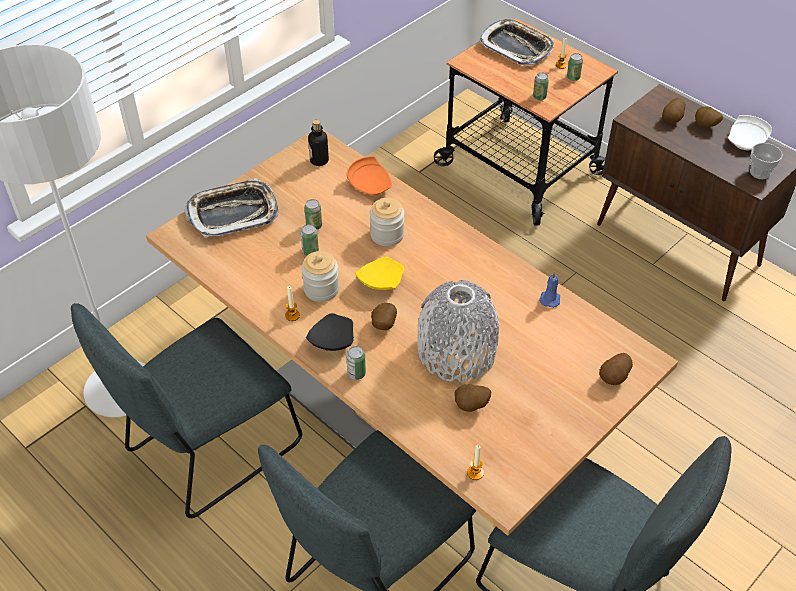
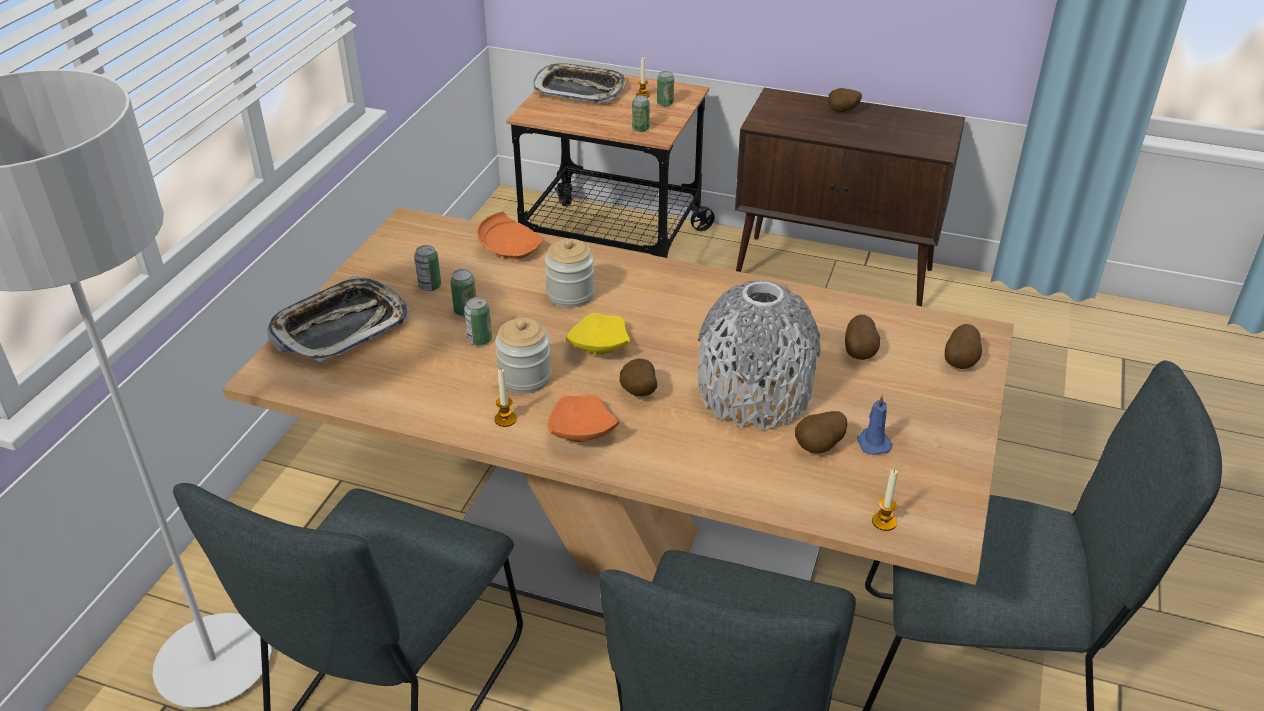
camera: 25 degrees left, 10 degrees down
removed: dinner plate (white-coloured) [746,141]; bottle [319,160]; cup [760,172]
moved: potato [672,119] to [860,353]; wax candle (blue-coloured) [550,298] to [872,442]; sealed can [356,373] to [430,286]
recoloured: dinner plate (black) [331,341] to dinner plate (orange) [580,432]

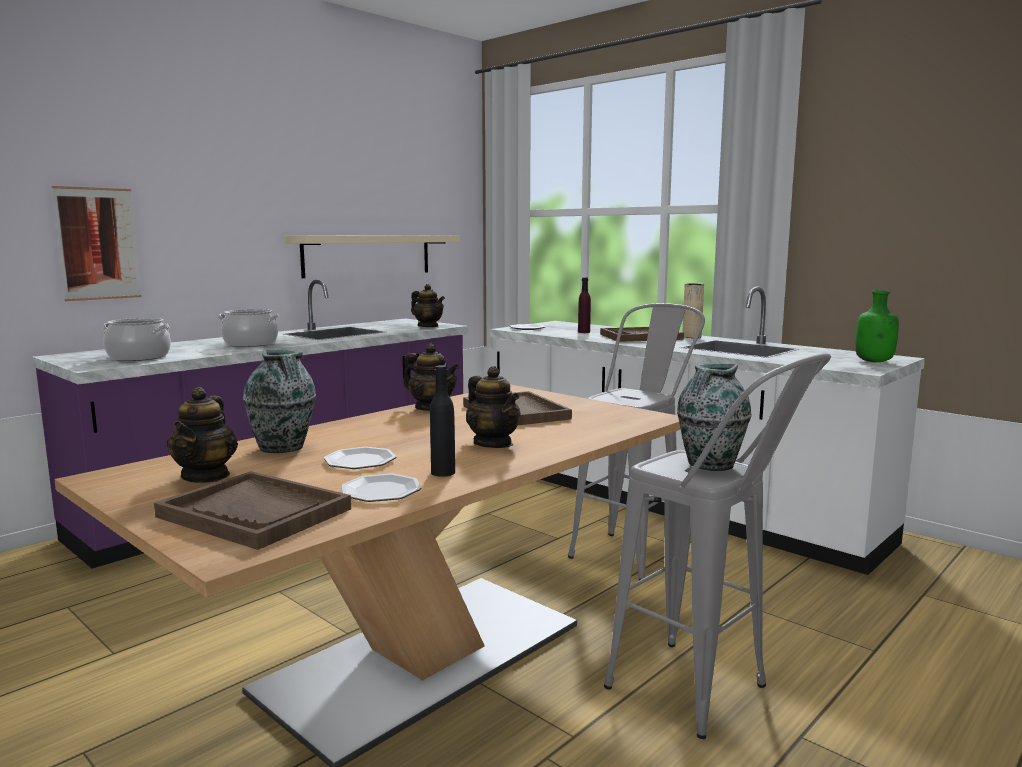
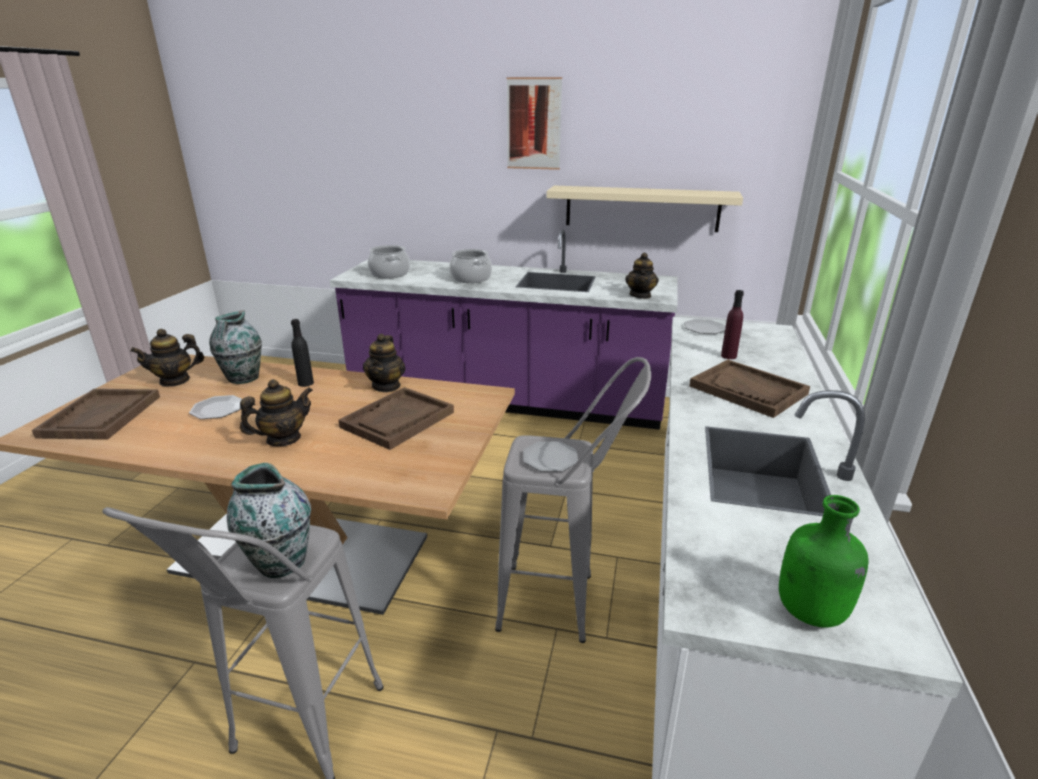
camera: 60 degrees right, 15 degrees up
removed: decorative vase (beige) [691,337]
moved: wall art [98,244] to [533,124]; bottle (black) [443,472] to [305,383]; dinner plate [381,491] to [549,459]
turned: tea pot [493,444] = [283,439] 150 degrees counterclockwise

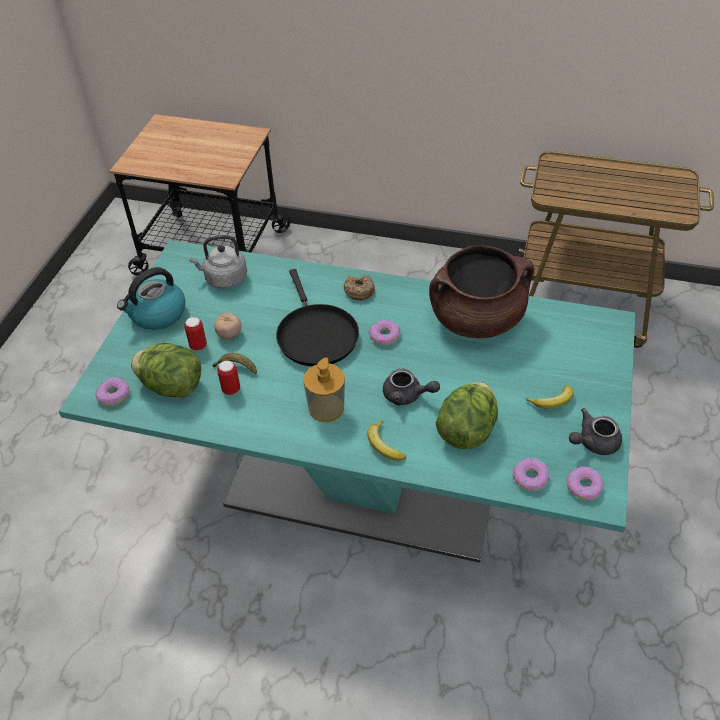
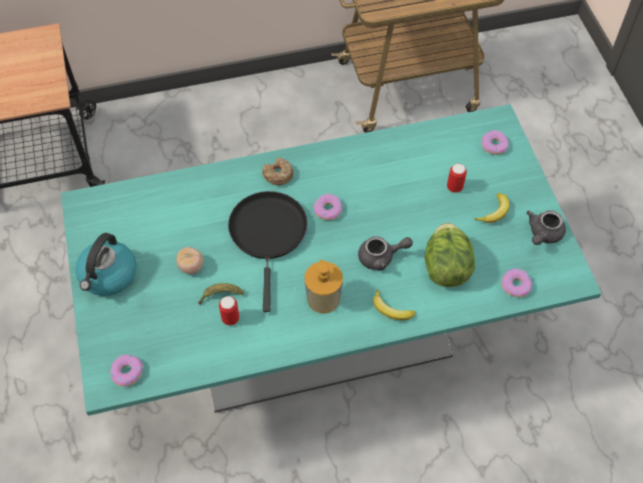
camera: 30 degrees left, 10 degrees up
removed: kettle (gray) [224,279]; cooking pot (brown) [476,319]; lettuce head [172,386]
moved: sealed can [198,346] to [454,187]; donut [584,486] to [494,145]
turned: frying pan (black) [315,335] = [268,234] 135 degrees counterclockwise

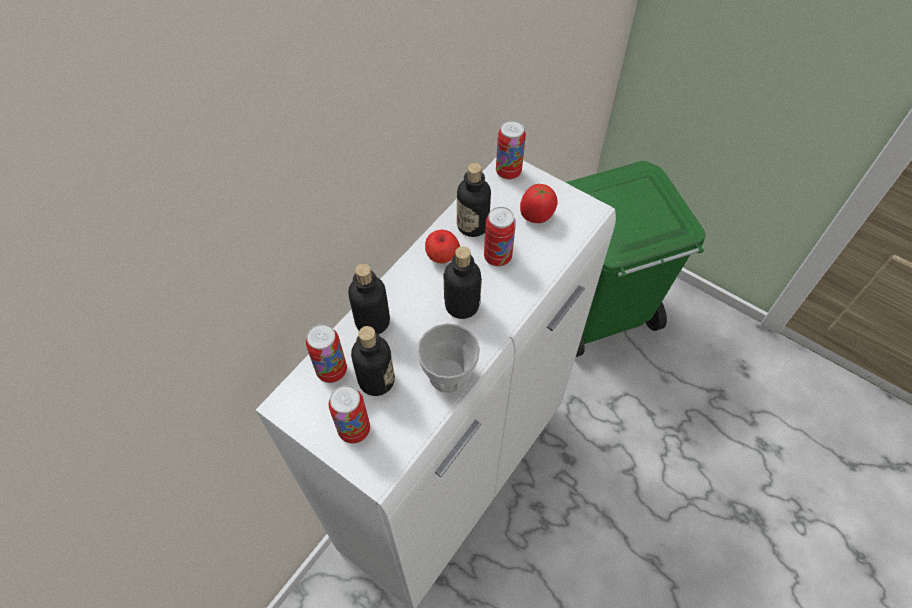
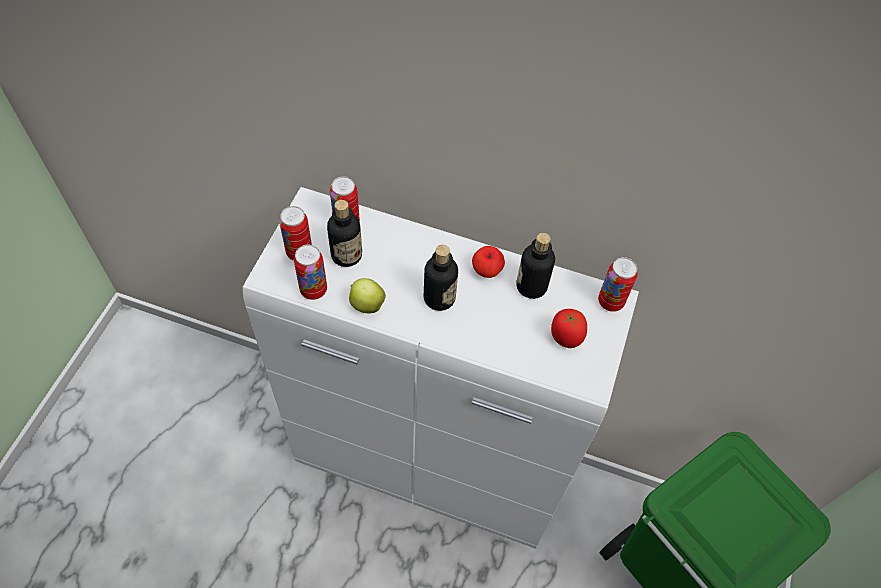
camera: 70 degrees right, 0 degrees up
removed: bottle [372,321]
moved: sealed can [497,257] to [313,290]
replaced: cup [448,375] to apple [366,304]

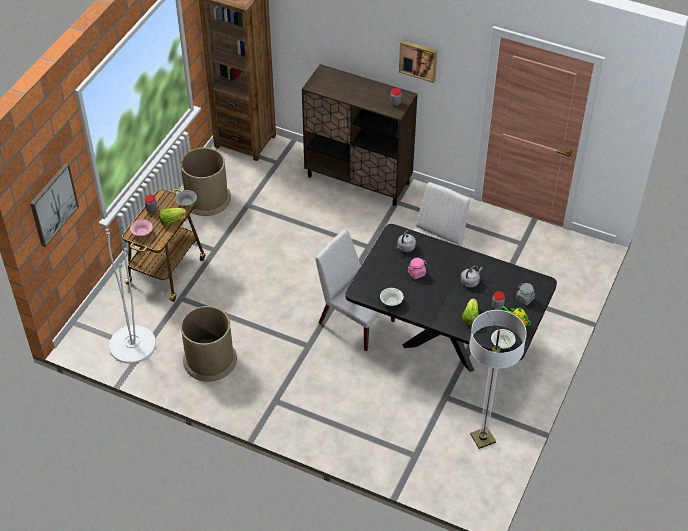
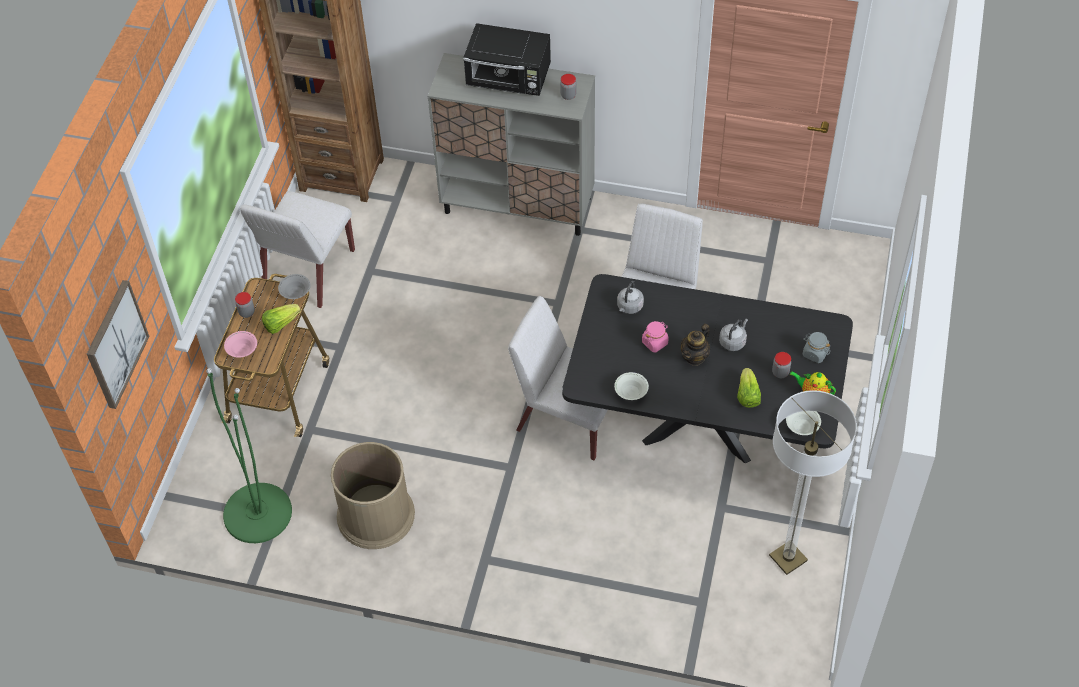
camera: 10 degrees left, 5 degrees up
removed: wall art [418,60]
added: kitchen microwave (black) [509,80]; tea pot [694,357]
replaced: rubbish bin (brown) [206,198] to plain chair (white-coloured) [308,271]
recoloured: cabinet (brown) [358,180] to cabinet (gray) [518,205]; standard lamp (white-coloured) [132,344] to standard lamp (greenish) [257,513]

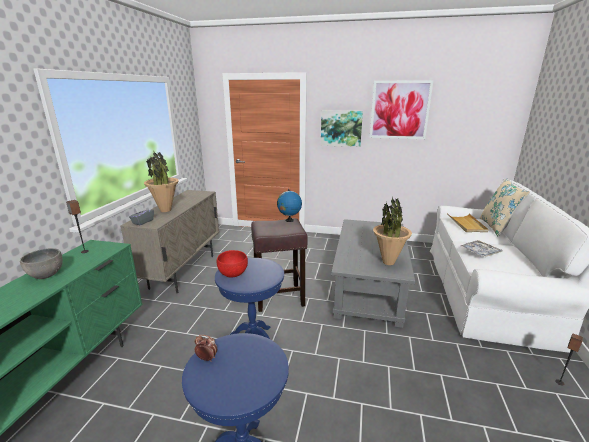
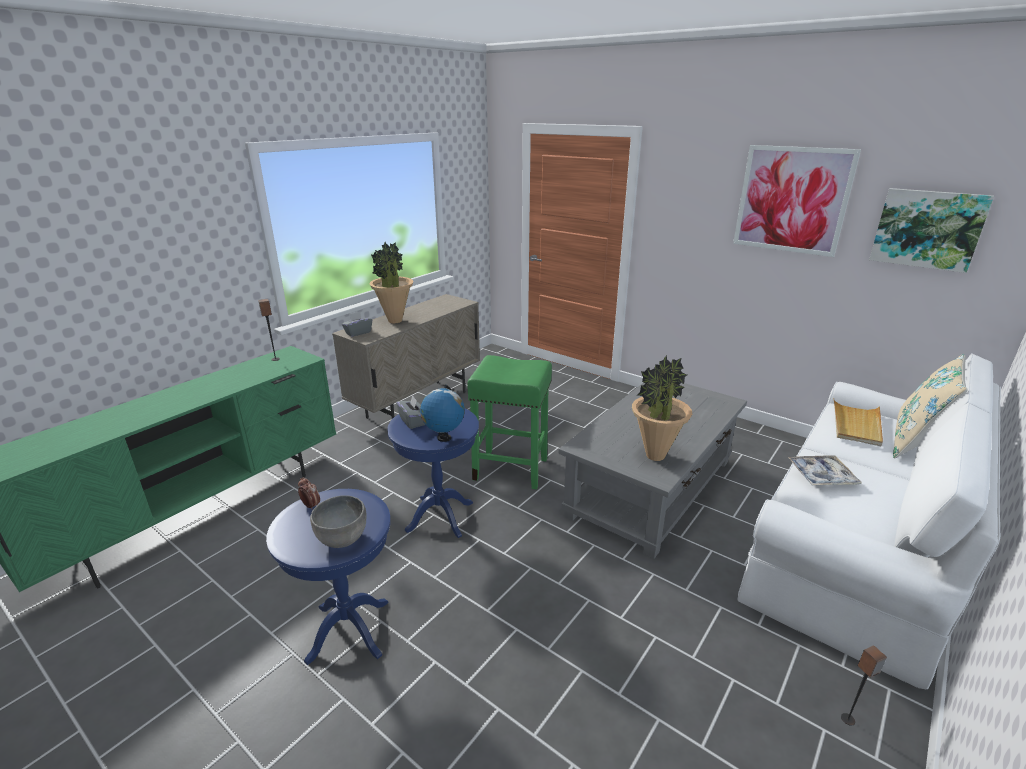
camera: 25 degrees right, 5 degrees up
moved: wall art [341,128] to [927,229]; desk globe [289,220] to [444,438]; serving bowl (gray) [46,275] to [342,539]
replaced: serving bowl (reddish) [232,274] to tissue box (gray) [413,421]
recoloured: stool seat (brown) [280,297] to stool seat (greenish) [512,469]

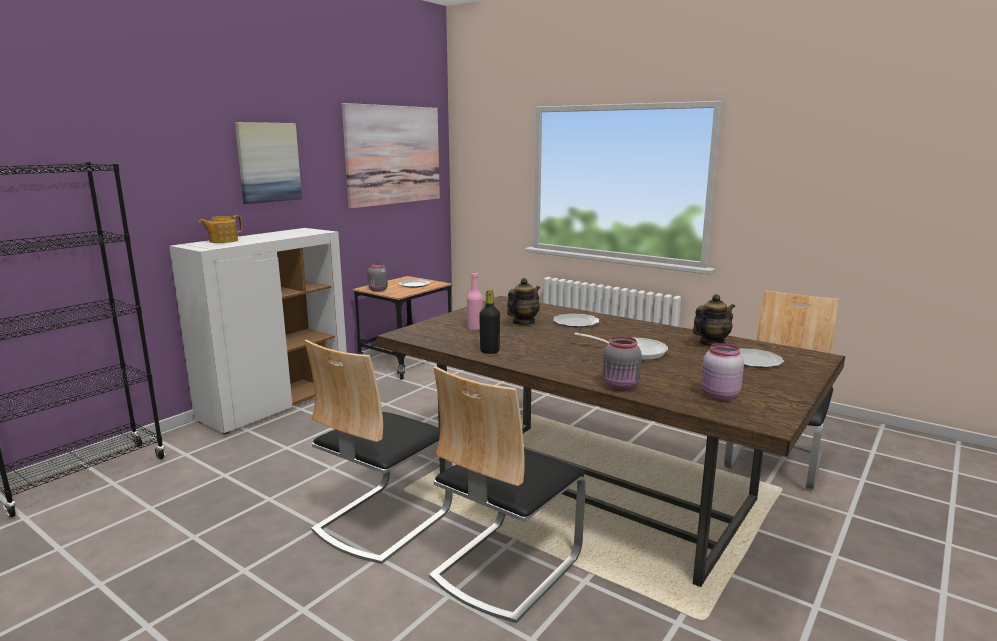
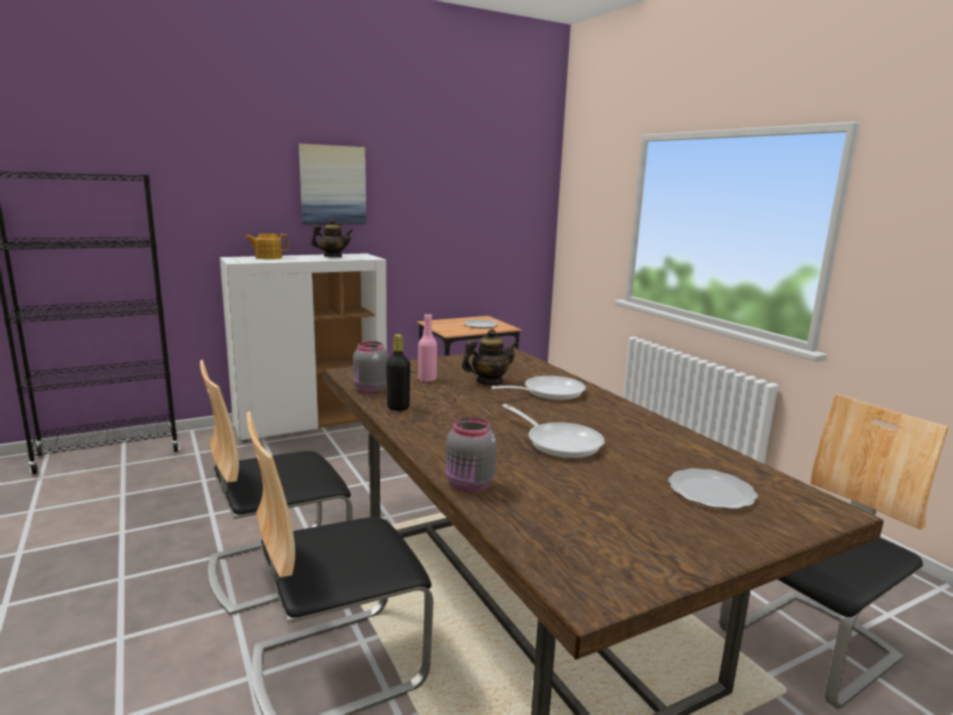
camera: 25 degrees right, 0 degrees up
removed: wall art [393,155]; jar (pinkish) [719,396]
moved: jar (gray) [377,290] to [370,389]; tea pot [711,343] to [332,256]
replaced: dinner plate [575,322] to frying pan [548,392]

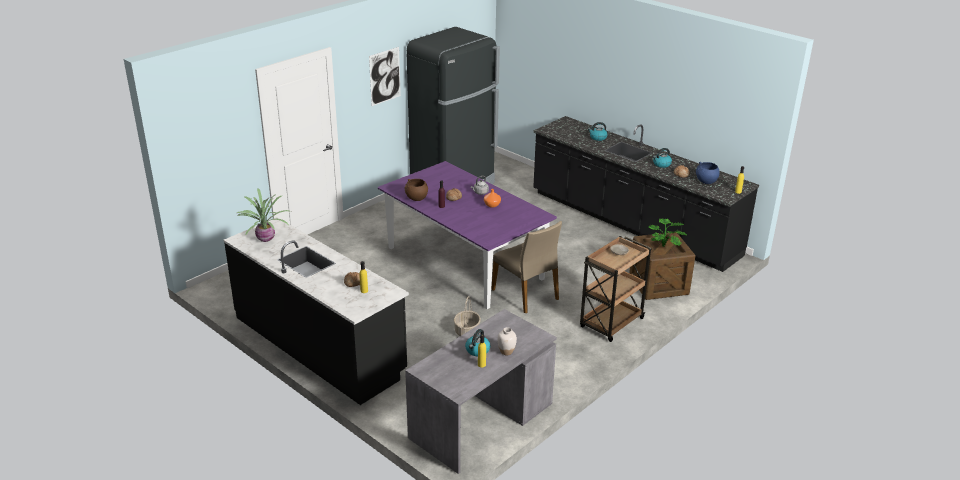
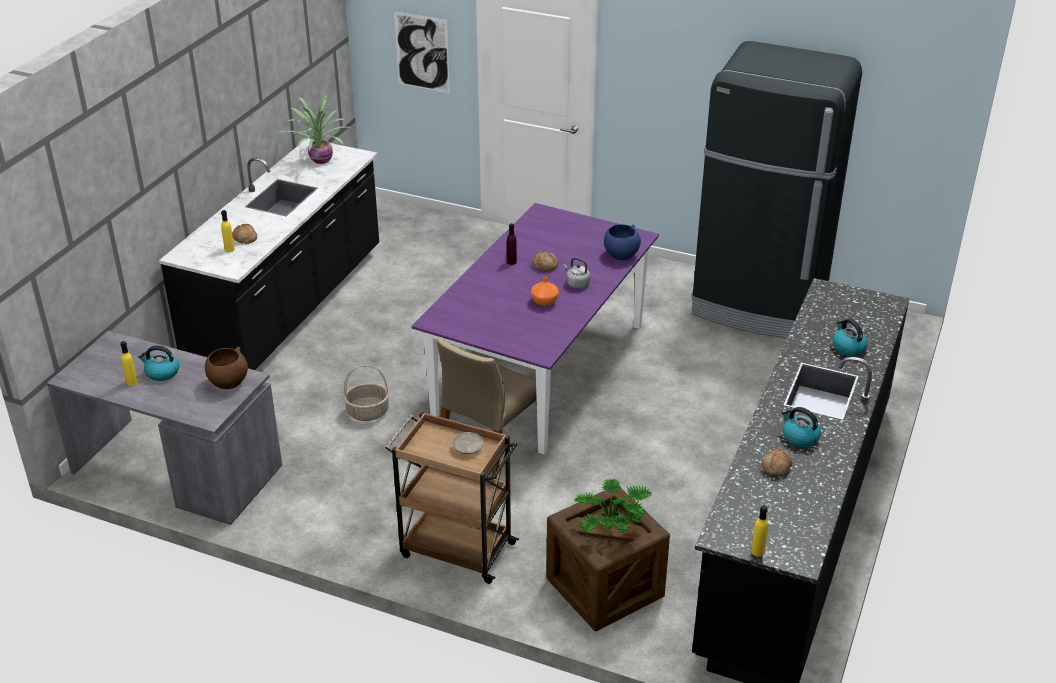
camera: 70 degrees right, 5 degrees up
removed: decorative vase (white-coloured) [506,352]
moved: wall art [385,76] to [422,52]; serving bowl (blue-coloured) [706,181] to [621,255]; serving bowl (brown) [416,198] to [228,382]

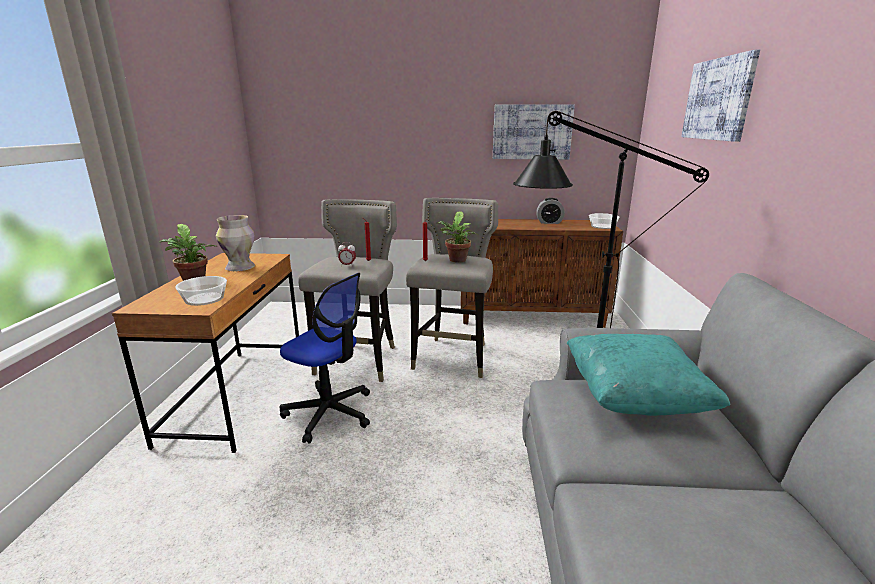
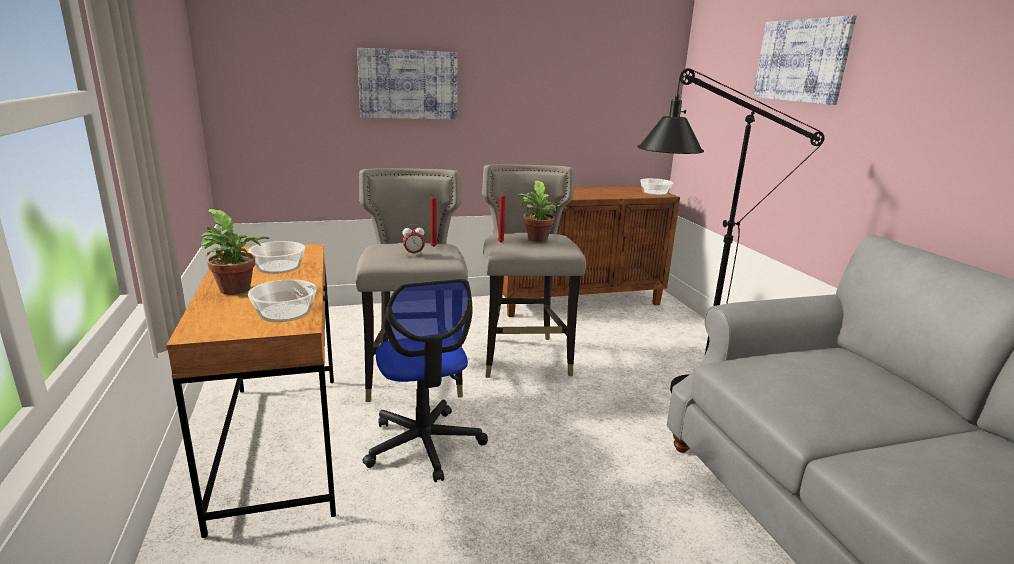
camera: 20 degrees left, 0 degrees up
removed: alarm clock [549,222]; pillow (blue-green) [634,398]
moved: wall art [532,132] to [408,84]
replaced: decorative vase [240,268] to serving bowl [279,267]
turned: computer chair [329,413] = [424,444] 60 degrees clockwise

